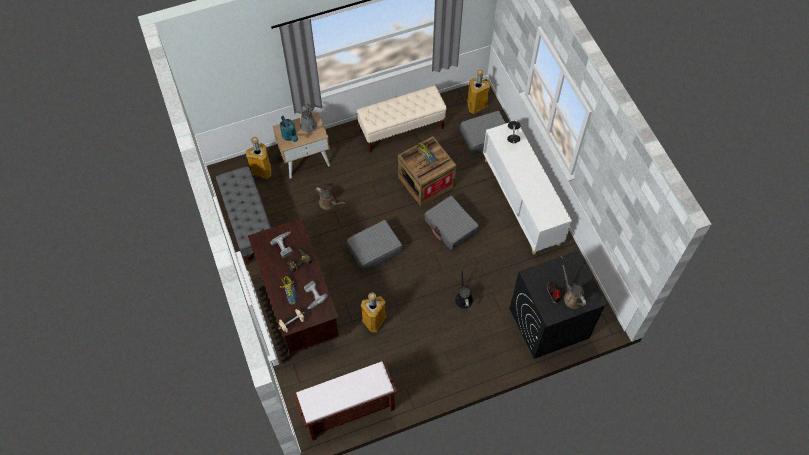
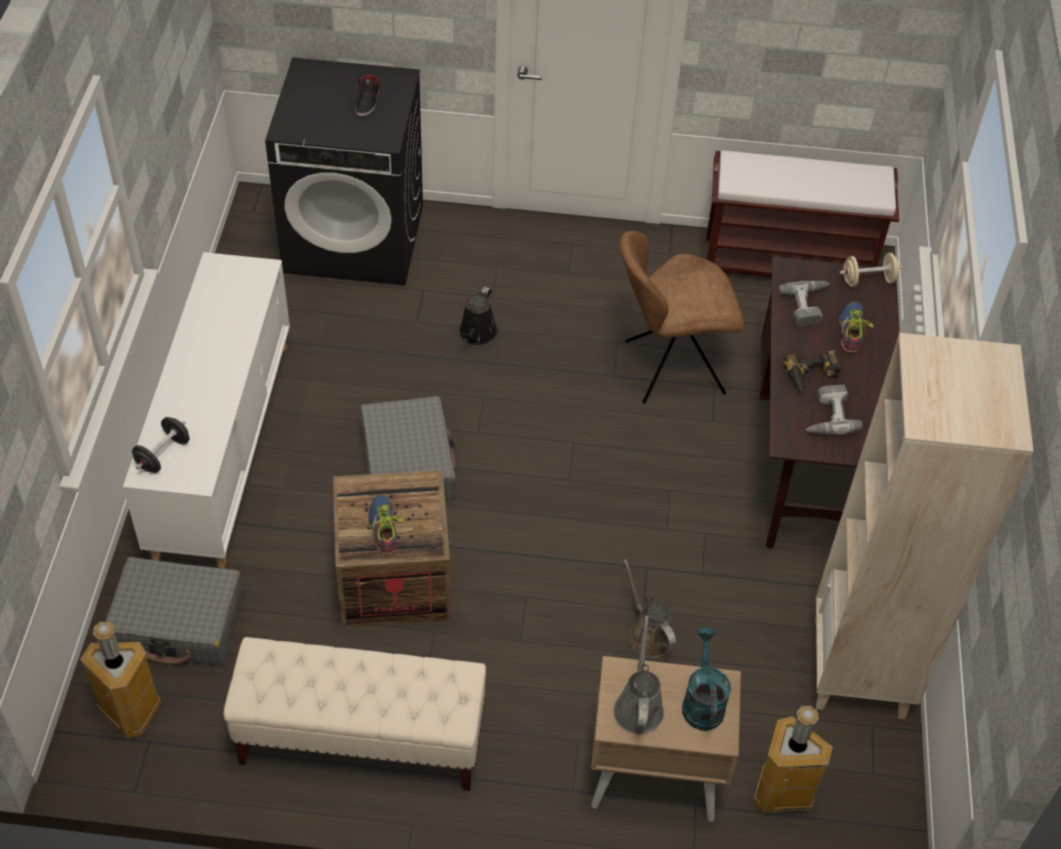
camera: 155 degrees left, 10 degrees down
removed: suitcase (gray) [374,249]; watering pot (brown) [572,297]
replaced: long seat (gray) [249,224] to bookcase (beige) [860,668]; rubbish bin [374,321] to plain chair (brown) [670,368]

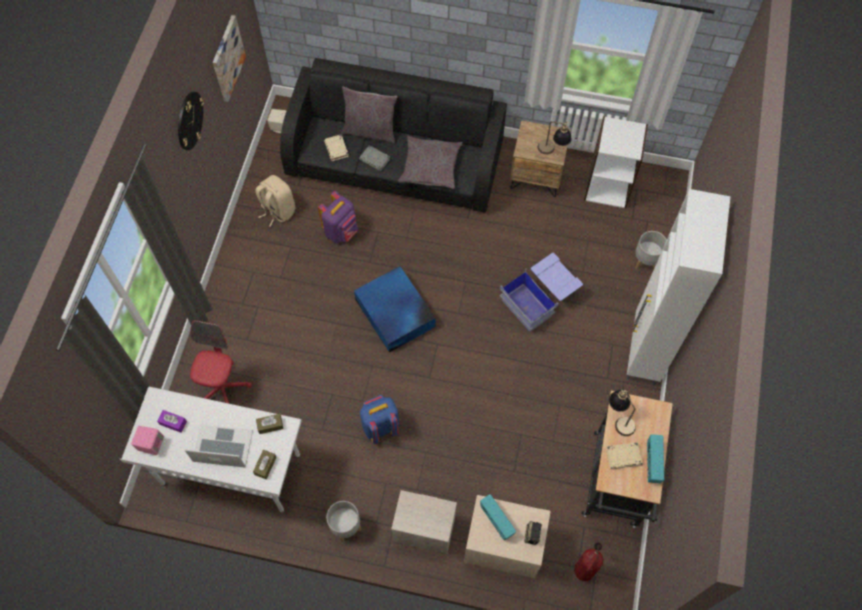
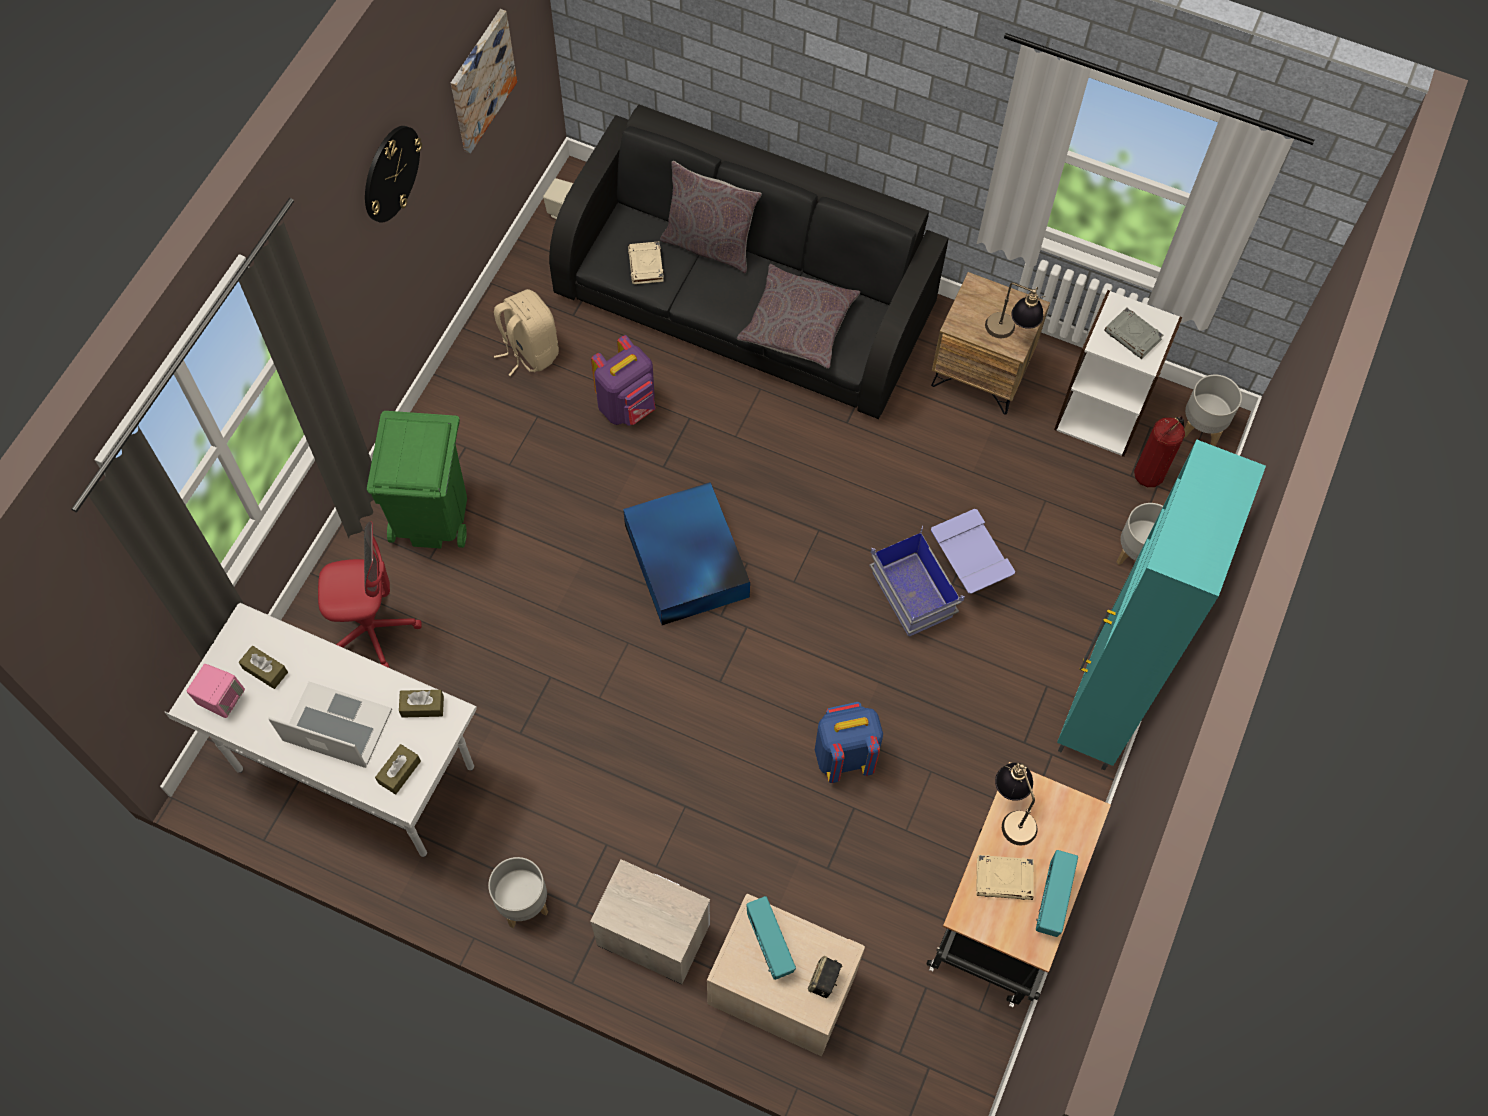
camera: 10 degrees right, 0 degrees up
added: planter (gray) [1201,428]; rubbish bin (greenish) [431,516]
moved: volume (gray) [375,159] to [1133,336]; knapsack (blue-coloured) [380,426] to [844,755]; extinguisher [584,568] to [1149,474]
recoloured: cabinet (white-coloured) [644,352] to cabinet (blue-green) [1098,711]; tissue box (purple) [173,423] to tissue box (brown) [265,670]
turned: computer chair (reddish) [223,387] = [373,630] 60 degrees clockwise

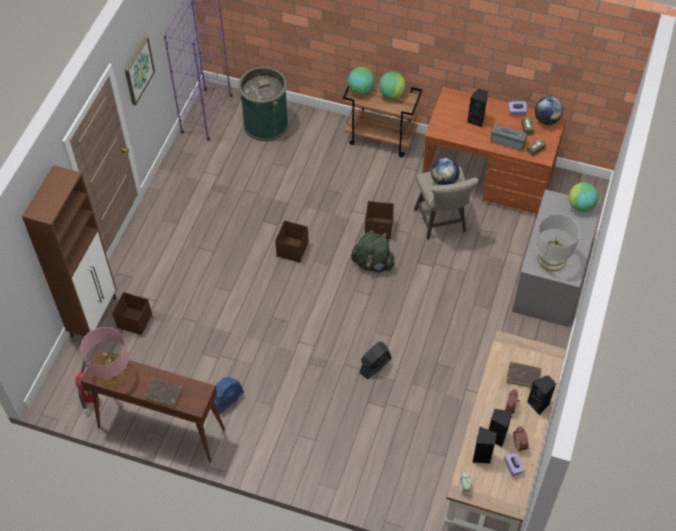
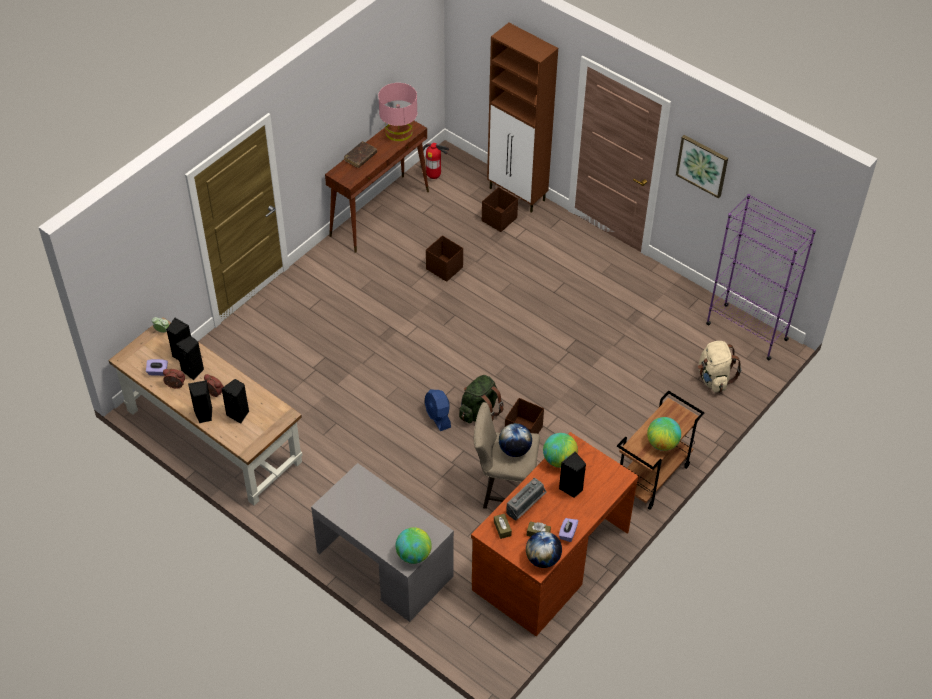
camera: 110 degrees right, 5 degrees down
removed: table lamp (gray) [551,259]; cooling fan (black) [375,365]
moved: desk globe [361,90] to [559,460]; storage bin (brown) [292,250] to [444,268]; cooling fan (blue-coloured) [227,400] to [438,416]
replaced: rubbish bin (greenish) [265,124] to knapsack (beige) [714,378]; volume (brown) [523,377] to speaker (black) [239,414]

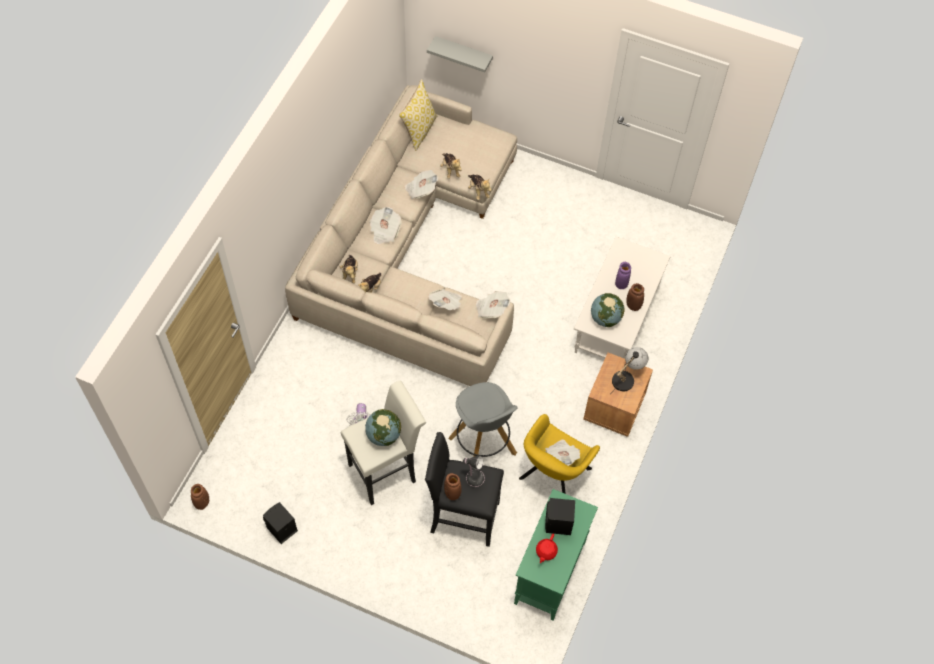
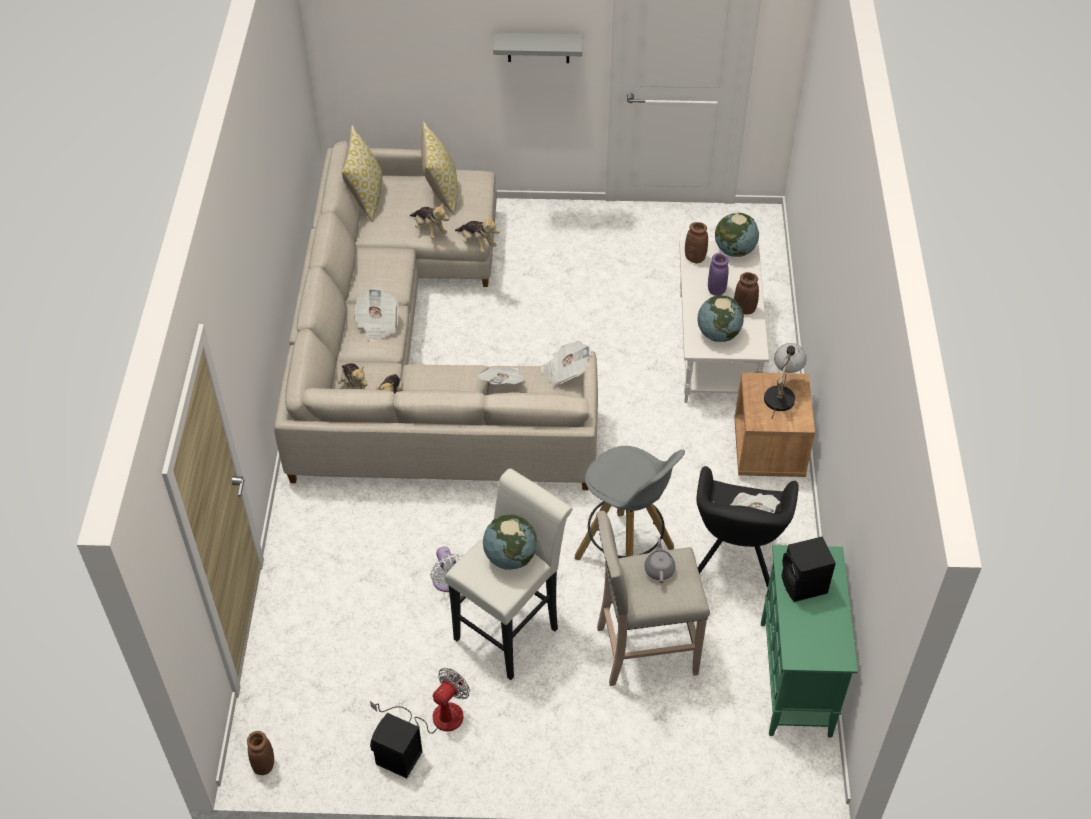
camera: 20 degrees left, 10 degrees down
removed: newspaper [421,189]; tea pot (reddish) [546,551]
added: pillow [441,193]; desk globe [734,251]; cooling fan [435,717]
moved: shelf (gray) [463,54] to [538,47]; decorative vase (brown) [452,493] to [695,258]
replaced: table lamp [474,477] to tea pot (gray) [659,569]
recoloured: easy chair (yellow-coloured) [552,476] to easy chair (black) [735,558]; stool seat (black) [463,517] to stool seat (beige) [644,650]

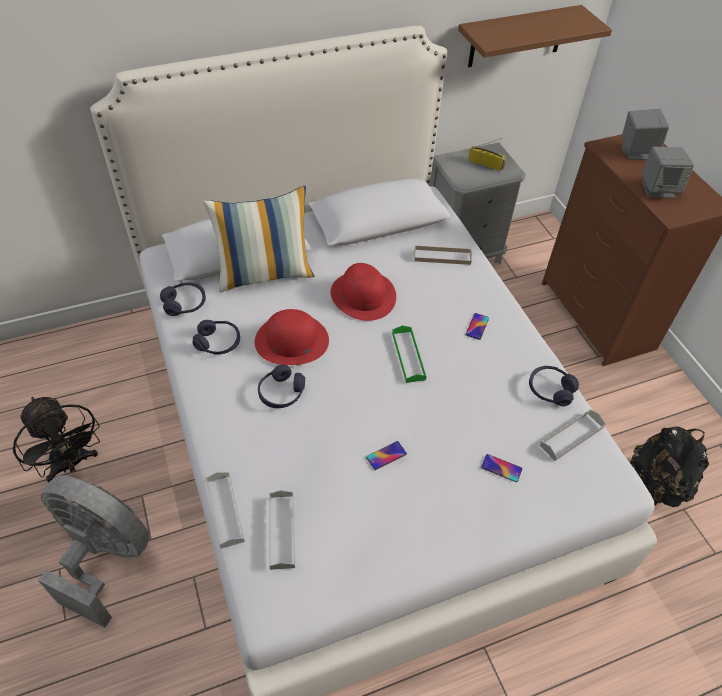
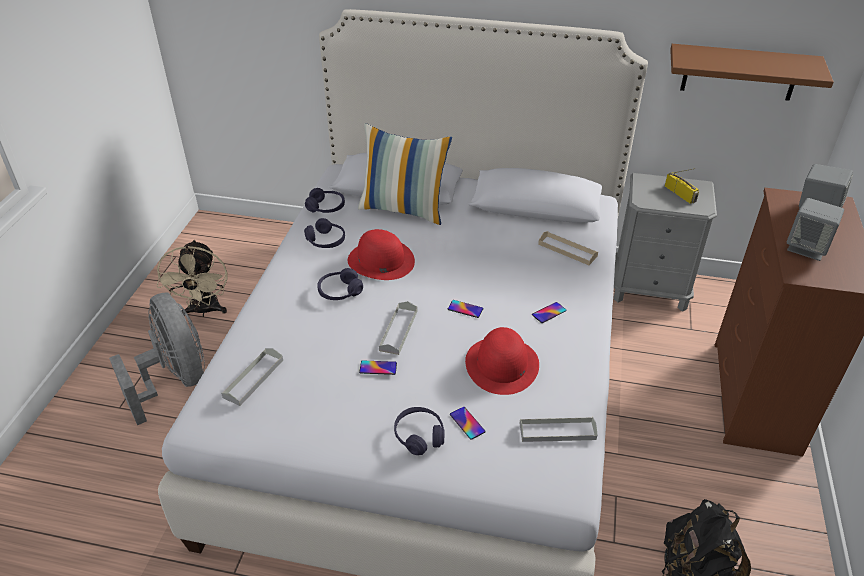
camera: 35 degrees right, 10 degrees down
moved: clothing hat (reddish) [363,295] to [502,365]; headphones (purple) [550,390] to [419,436]; serving tray (gray) [225,510] to [398,330]
replaced: serving tray (greenish) [408,356] to handset [465,309]
recoloured: cooling fan (black) [71,464] to cooling fan (beige) [204,311]

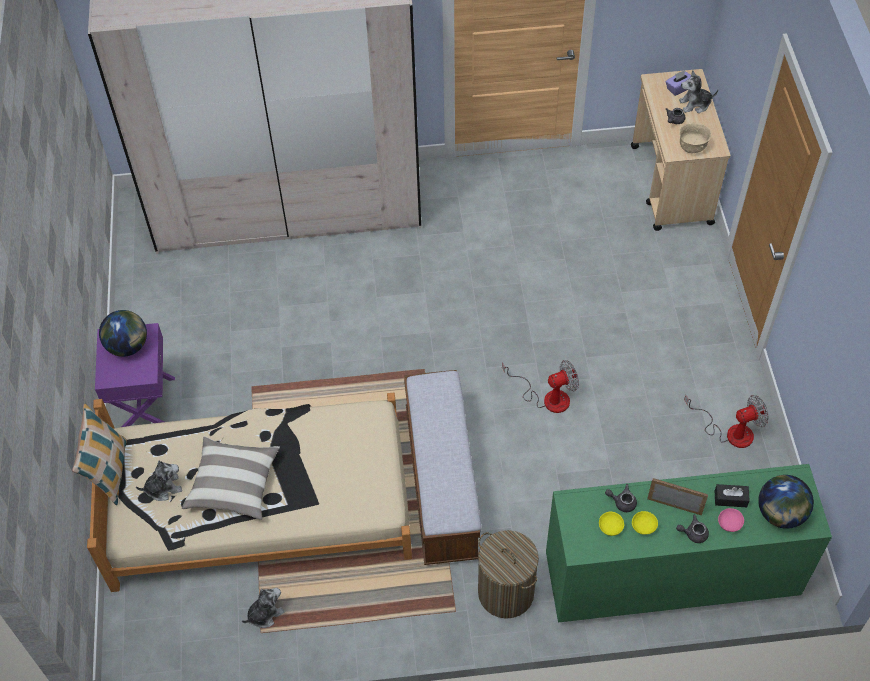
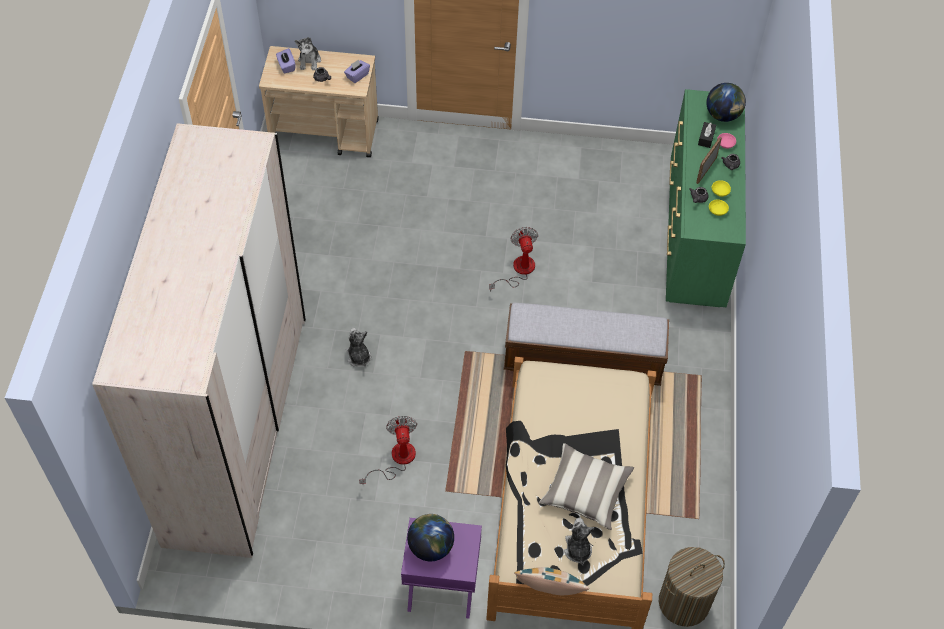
camera: 80 degrees left, 0 degrees up
moved: cooling fan [730,431] to [396,459]; hamper [505,592] to [683,602]; cuddly toy [265,613] to [358,357]
replaced: serving bowl (beige) [692,147] to tissue box (purple) [357,76]

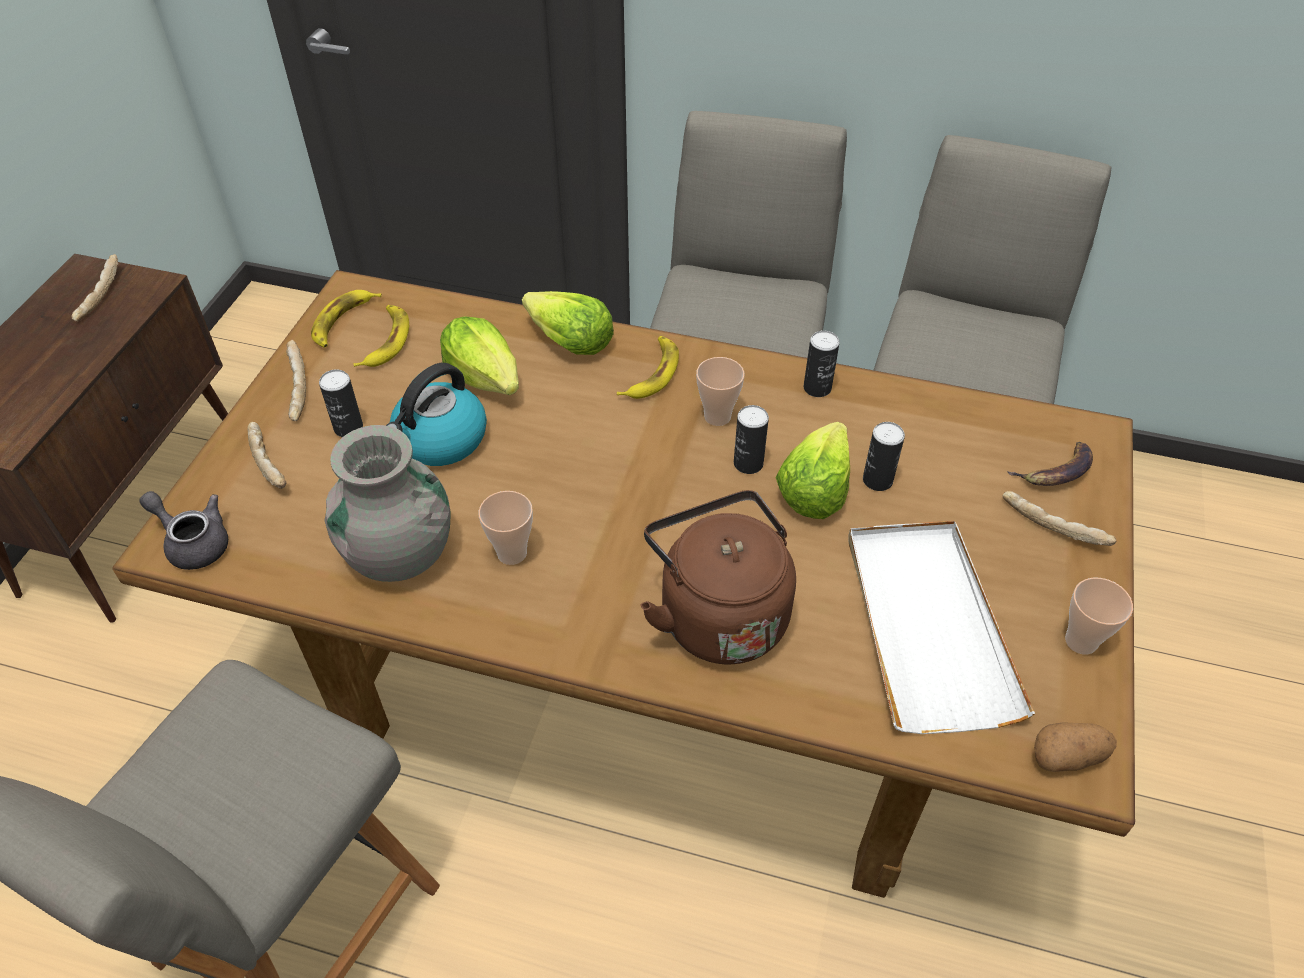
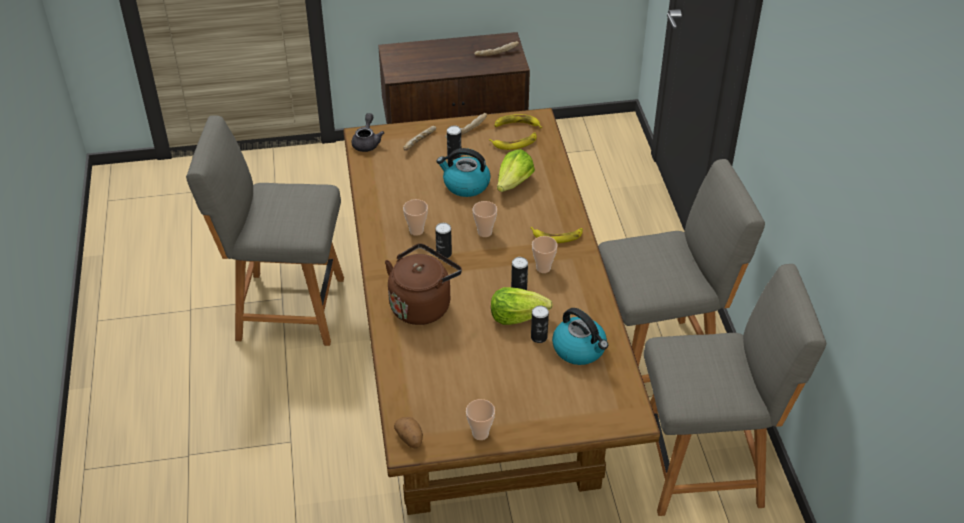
camera: 65 degrees right, 5 degrees down
removed: lettuce head [569,341]; decorative vase (gray) [399,552]; banana fruit [1056,472]; bakery bread [1054,525]; serving tray (white-coloured) [927,626]
added: cup [484,232]; kettle [580,349]
moved: sealed can [817,388] to [444,253]

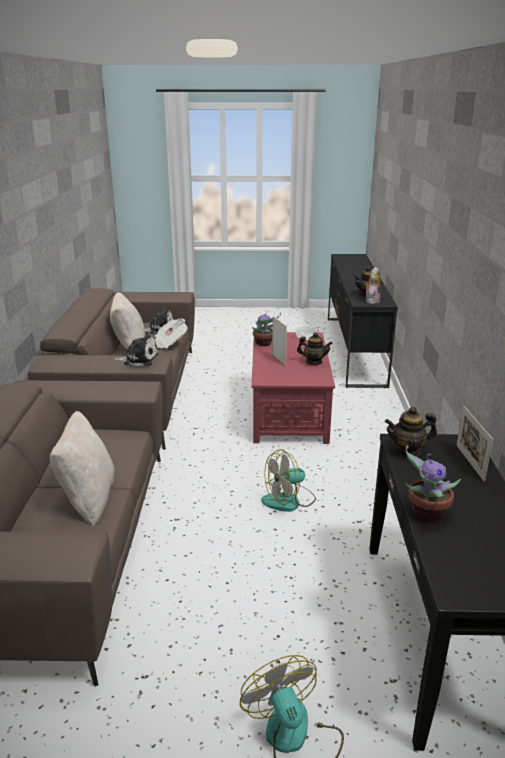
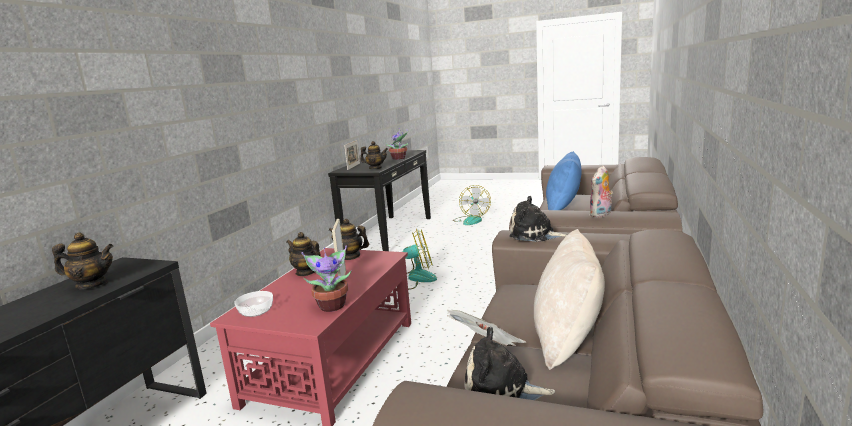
camera: 160 degrees left, 10 degrees down
added: tea pot [350,256]
moved: cuddly toy [371,301] to [601,214]
recoloured: pillow (beige) [88,499] to pillow (blue-coloured) [563,207]

